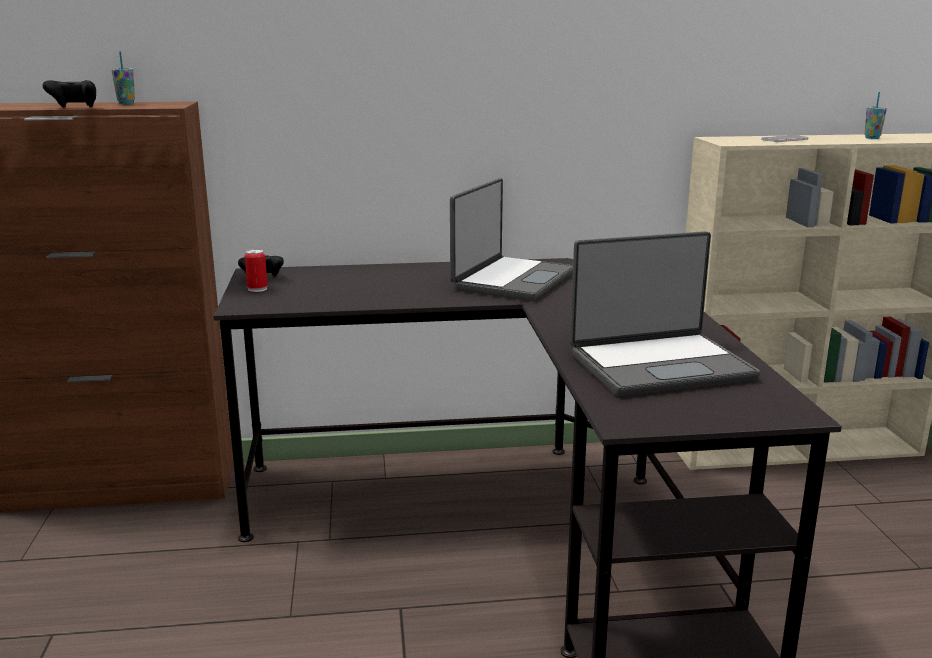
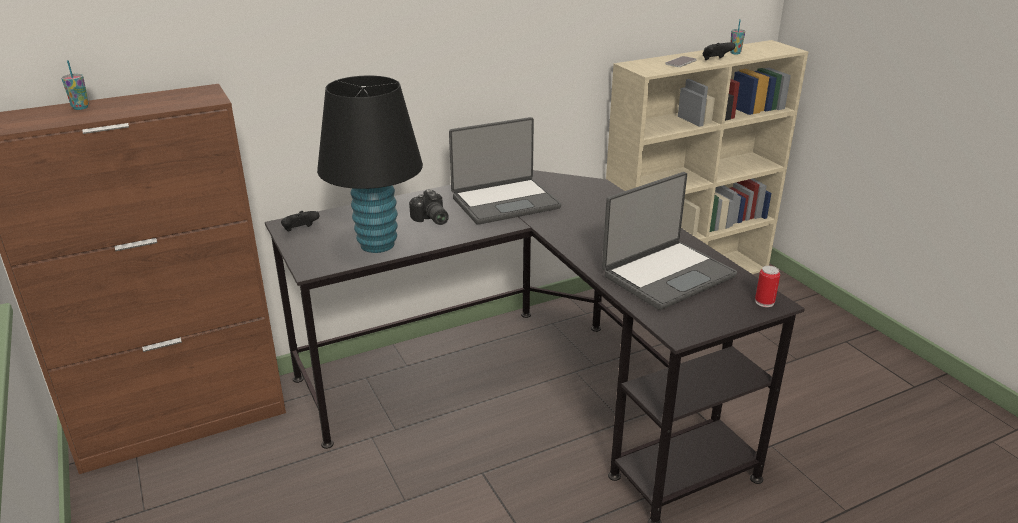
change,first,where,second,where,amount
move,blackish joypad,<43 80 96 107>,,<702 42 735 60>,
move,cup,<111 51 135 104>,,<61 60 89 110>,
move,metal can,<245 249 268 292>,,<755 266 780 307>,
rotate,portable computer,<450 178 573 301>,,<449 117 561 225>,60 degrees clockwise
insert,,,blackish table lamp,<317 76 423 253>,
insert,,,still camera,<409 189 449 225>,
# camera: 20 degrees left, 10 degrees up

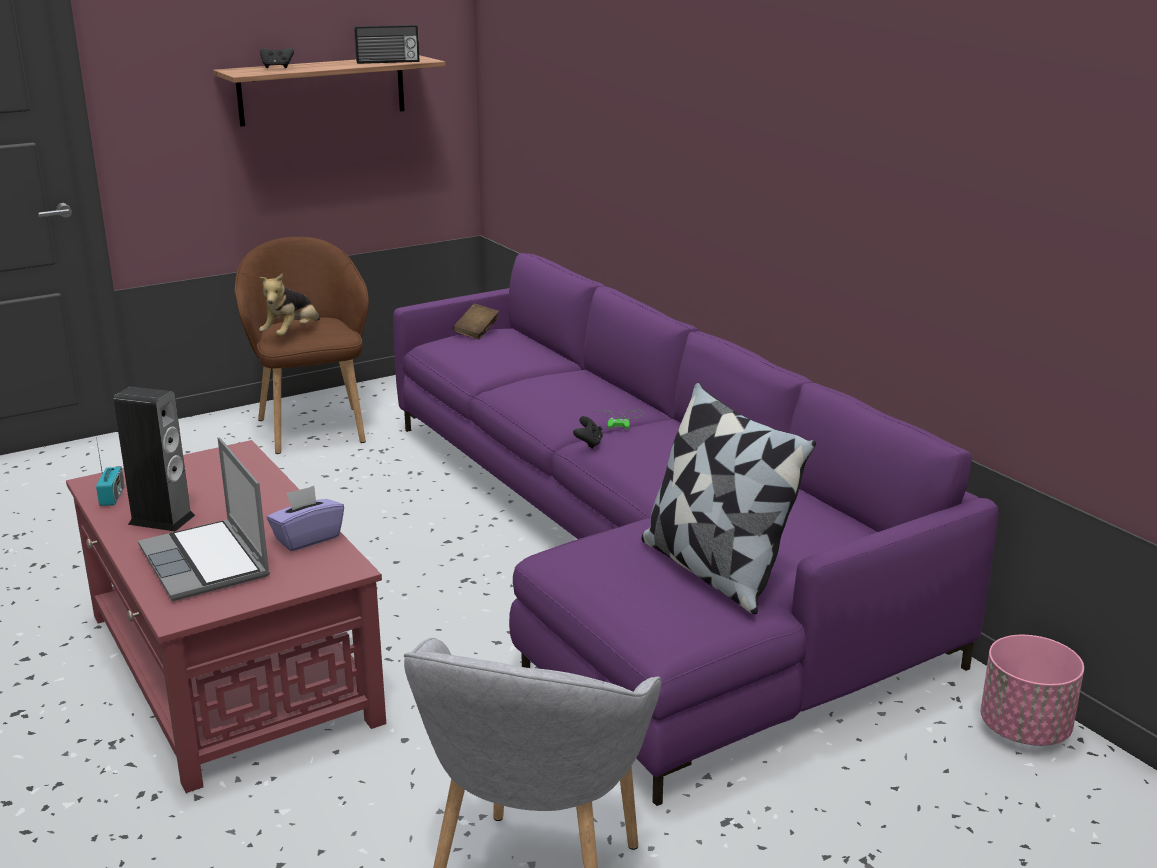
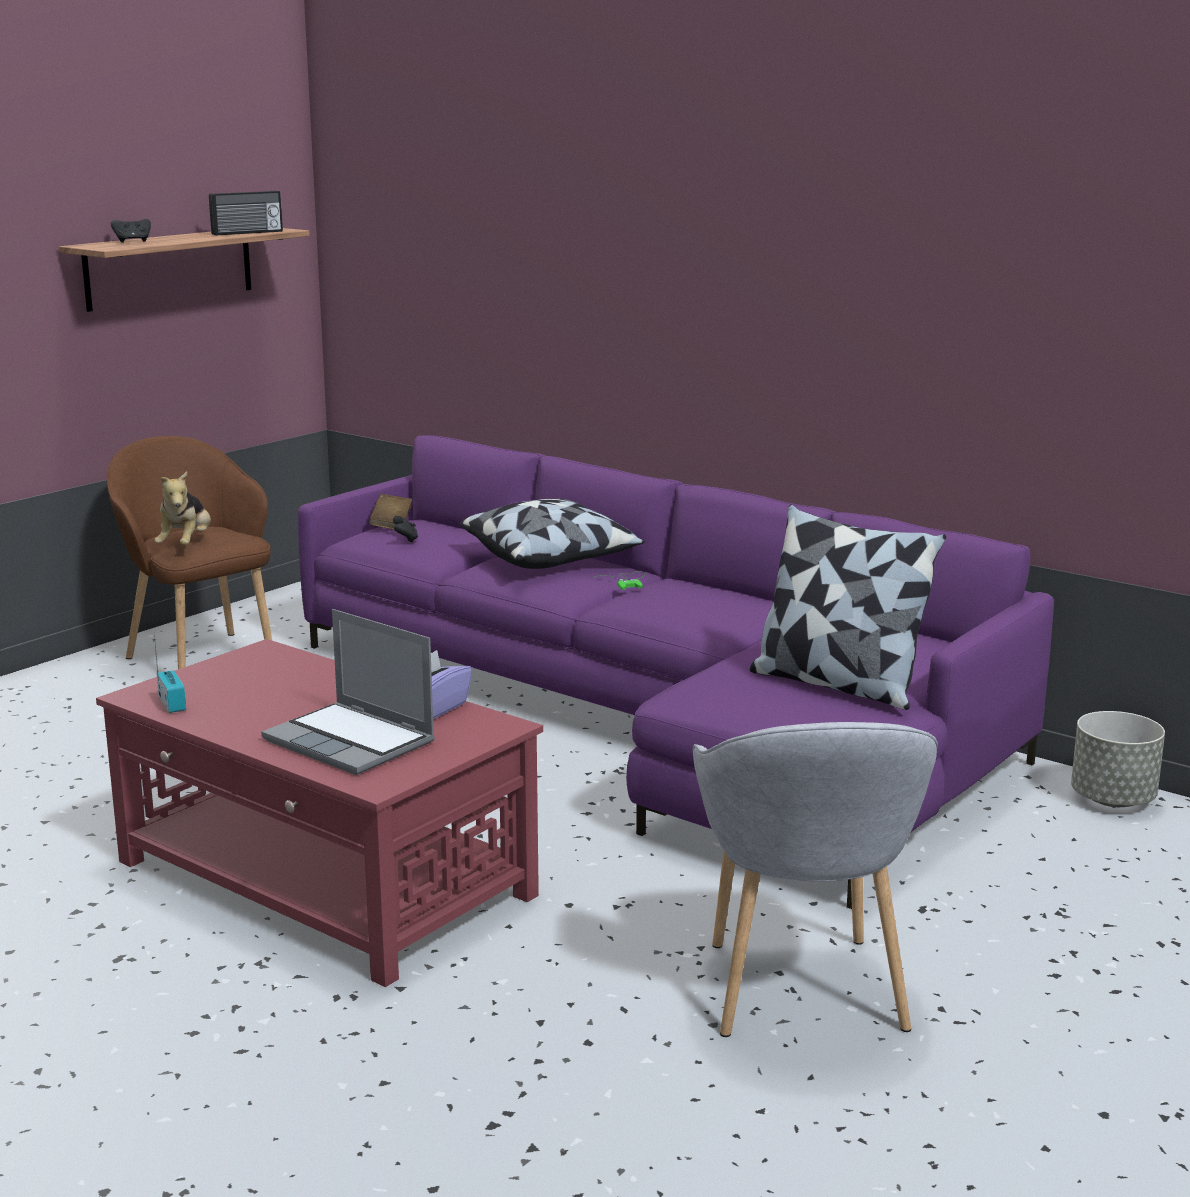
change,first,where,second,where,amount
delete,speaker,<113 386 195 532>,,,
move,blackish joypad,<573 416 603 449>,,<393 516 418 543>,
recolor,pink planter,<981 635 1084 746>,greyish planter,<1071 711 1165 807>,
insert,,,pillow,<460 499 645 569>,
# camera: 20 degrees left, 5 degrees down

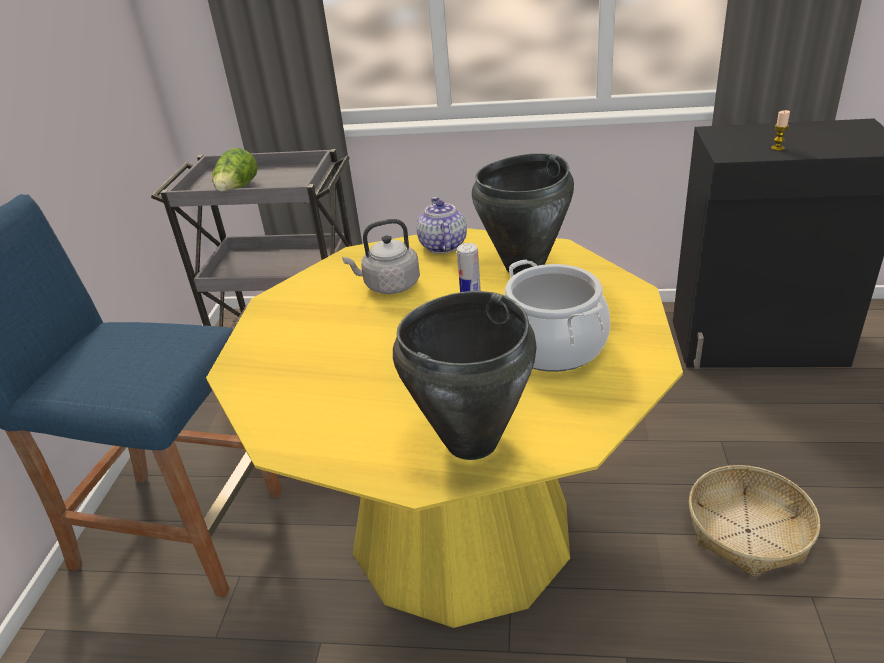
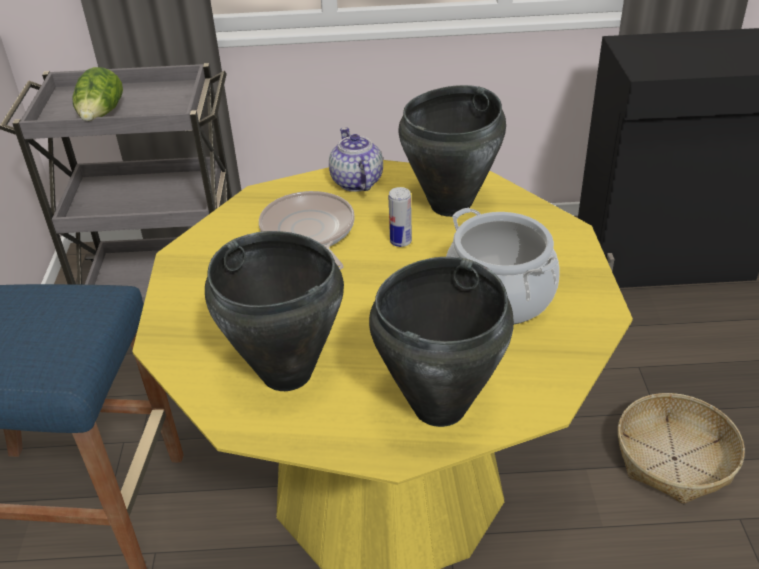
change,first,where,second,where,amount
replace,greyish water kettle,<342 219 420 294>,skillet,<259 191 355 270>,
delete,wax light,<771 110 790 151>,,,
insert,,,blackish cooking pot,<205 231 344 391>,
# camera: 10 degrees left, 5 degrees up

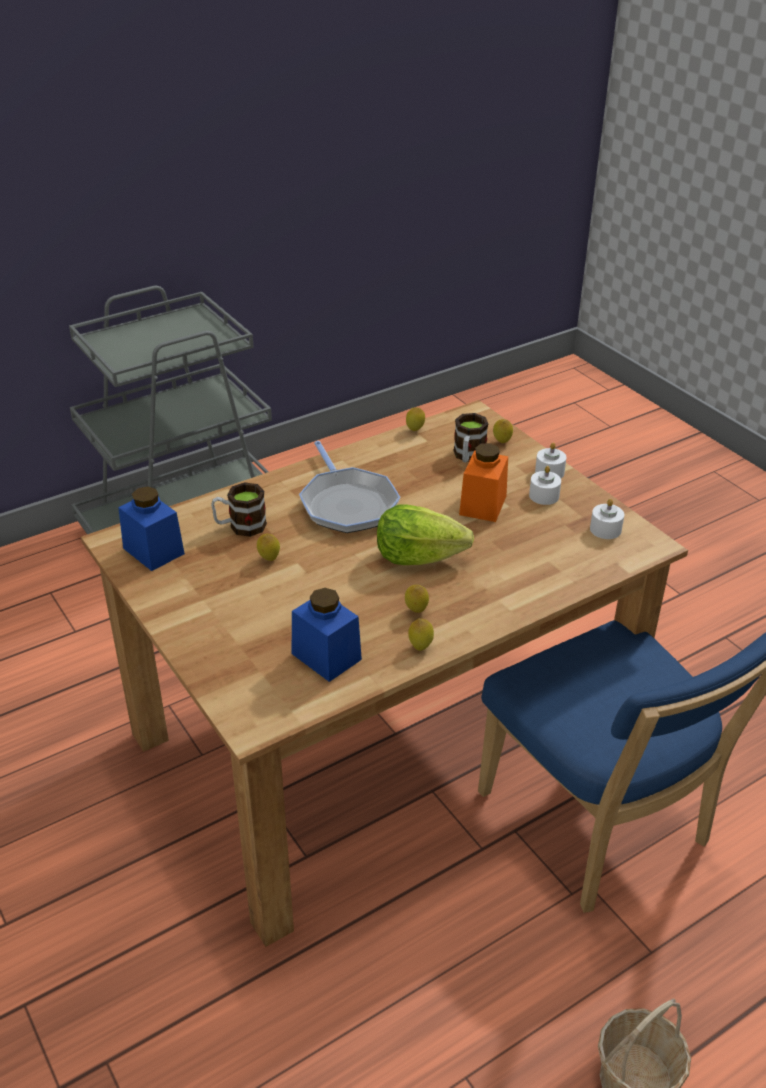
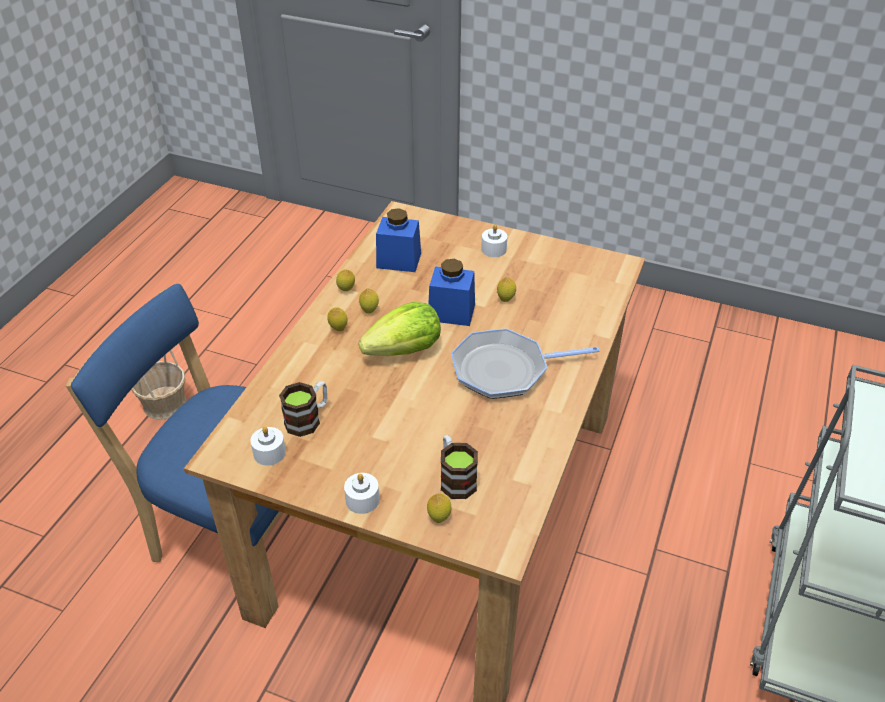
change,first,where,second,where,amount
move,bluish preserve jar,<118 486 185 571>,,<429 259 475 326>,
move,coffee mug,<211 482 267 537>,,<279 381 327 437>,
rotate,skillet,<299 441 400 533>,,<451 328 600 399>,45 degrees counterclockwise
move,lemon,<406 407 425 431>,,<327 307 347 331>,
delete,orange-coloured preserve jar,<459 443 508 522>,,,
move,whitish wax light,<529 466 561 505>,,<481 224 507 257>,
# camera: 145 degrees right, 5 degrees up

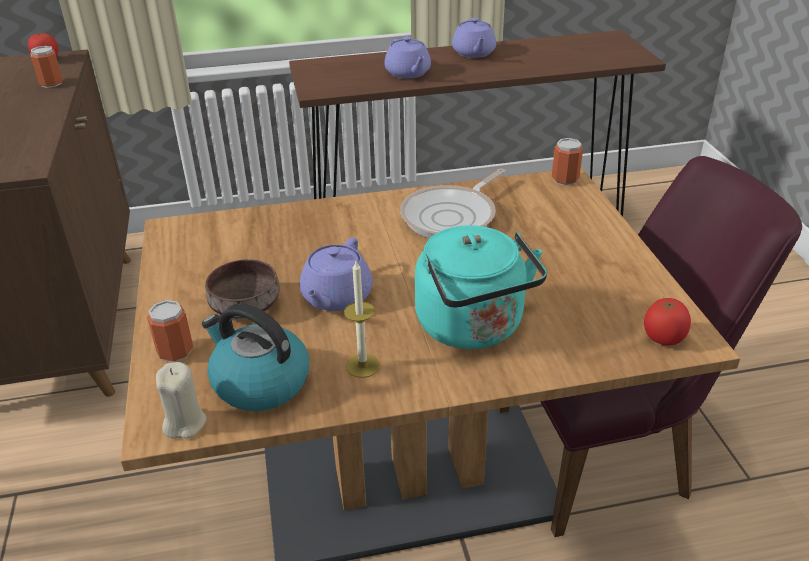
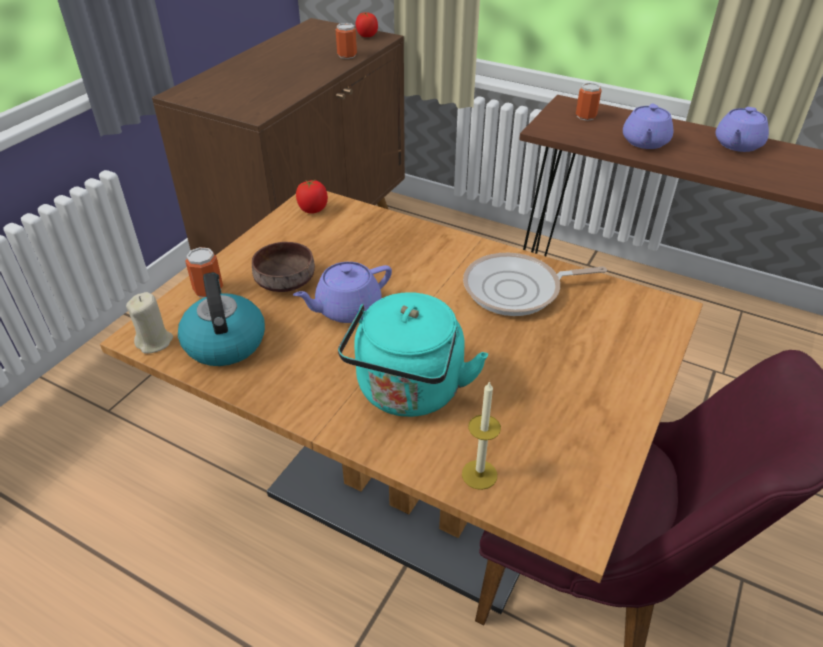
change,first,where,second,where,amount
move,wax light,<344 261 380 378>,,<462 381 501 490>,
move,metal can,<552 138 583 186>,,<576 82 602 121>,
move,fresh tomato,<644 297 691 346>,,<296 179 328 214>,
# camera: 40 degrees right, 5 degrees up

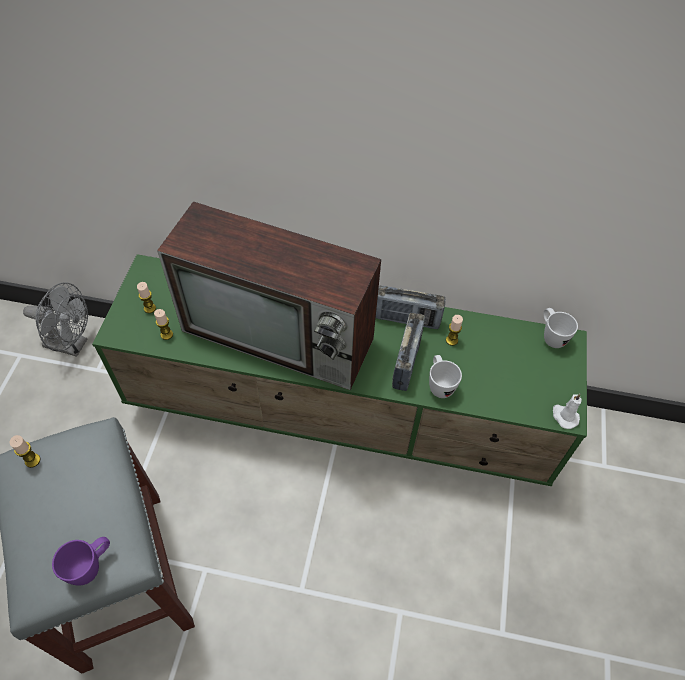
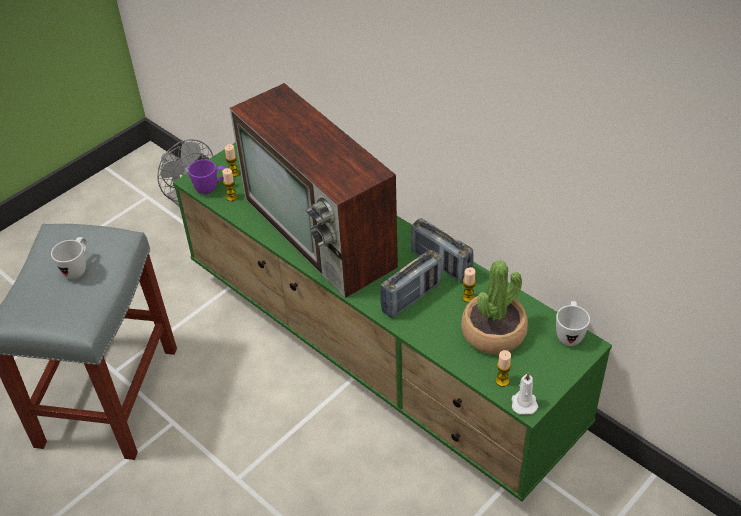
change,first,where,second,where,amount
move,wax light,<10 435 41 468>,,<495 350 512 387>,
move,purplish coffee mug,<52 537 110 586>,,<188 159 226 194>,
move,whitish coffee mug,<429 355 462 398>,,<51 237 87 279>,
insert,,,potted plant,<461 260 528 354>,
# camera: 35 degrees right, 10 degrees down

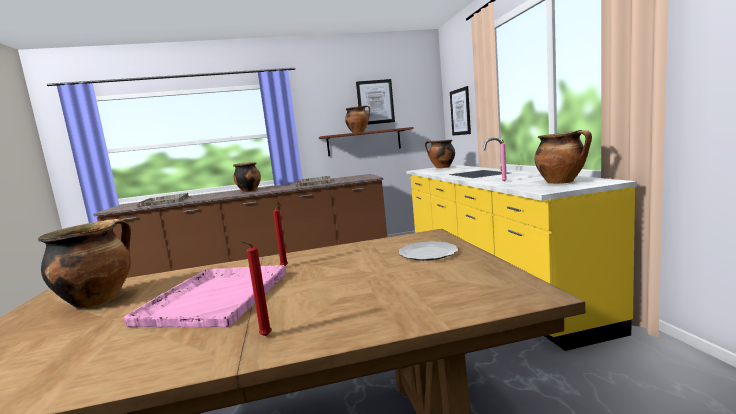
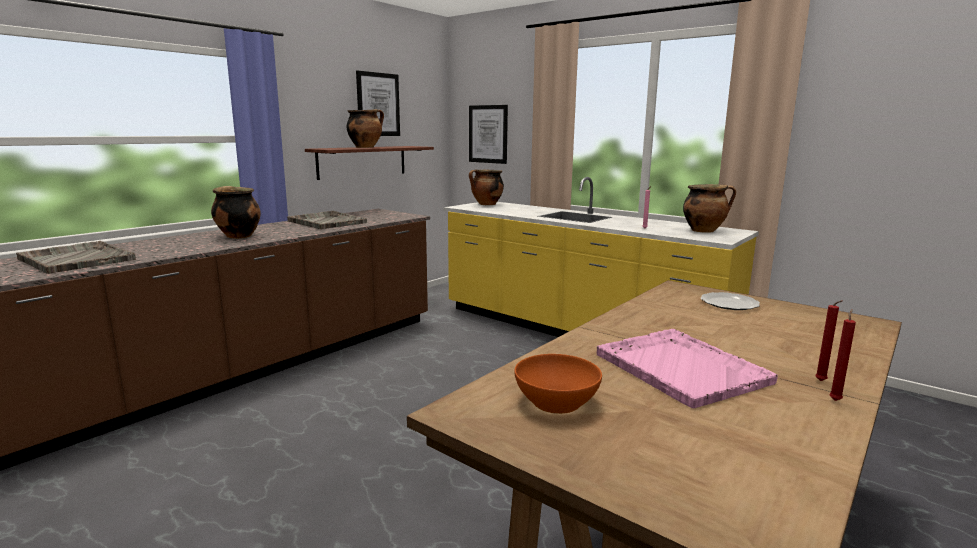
change,first,where,second,where,amount
replace,cooking pot,<38 219 131 309>,orange-coloured bowl,<514 354 602 414>,
move,red wax light,<273 203 288 266>,,<829 309 856 401>,
# camera: 40 degrees left, 5 degrees up

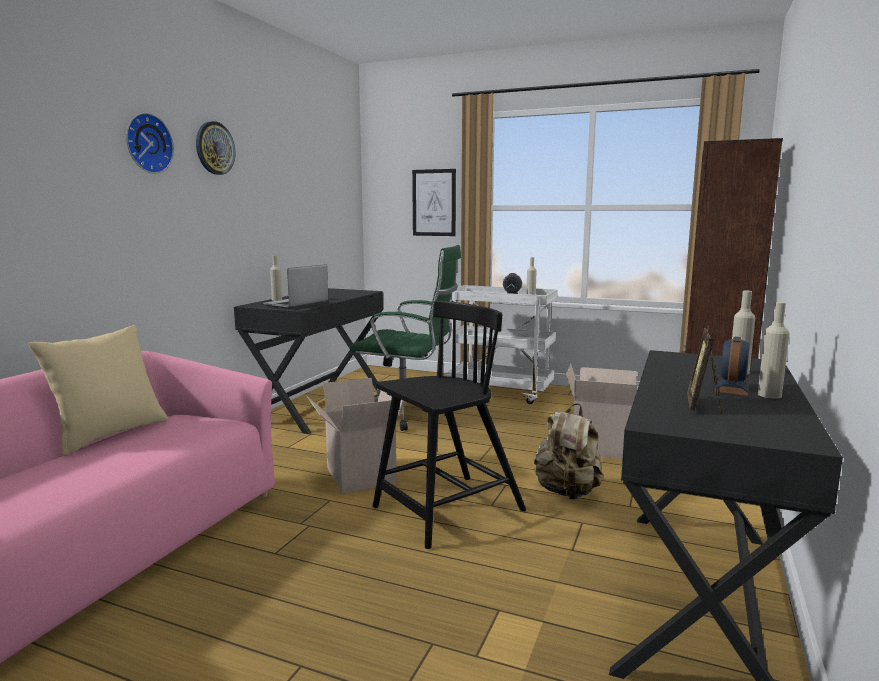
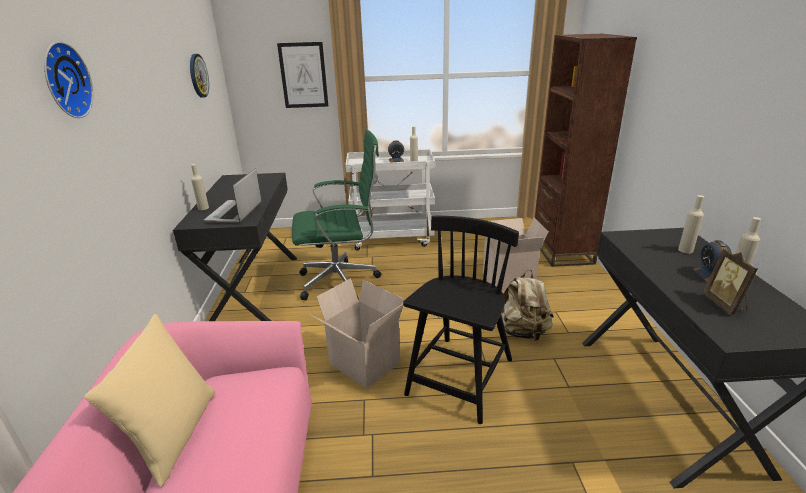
change,first,where,second,where,amount
move,wall clock,<196 121 235 175>,,<190 54 209 98>,
# camera: 25 degrees left, 15 degrees up

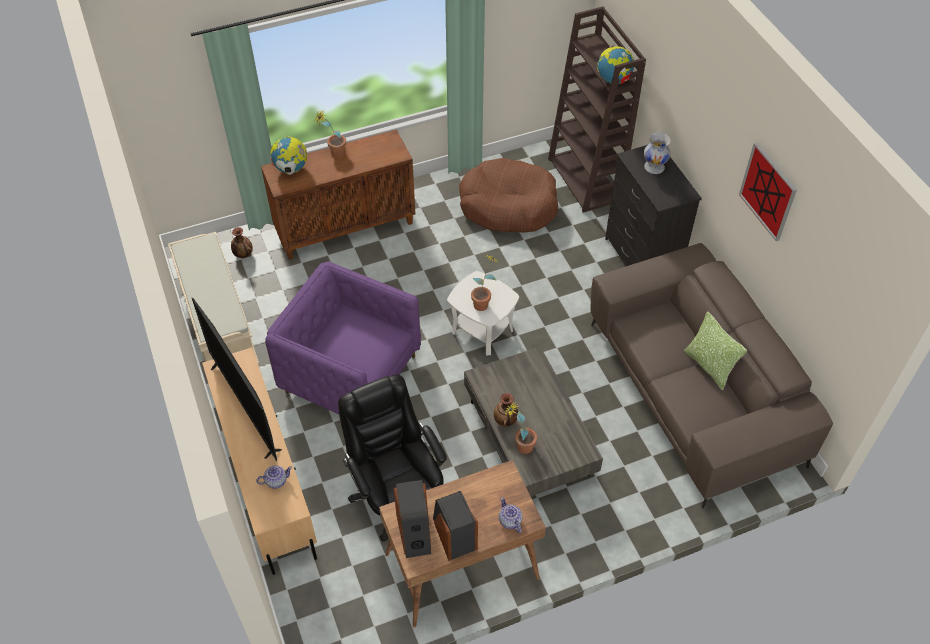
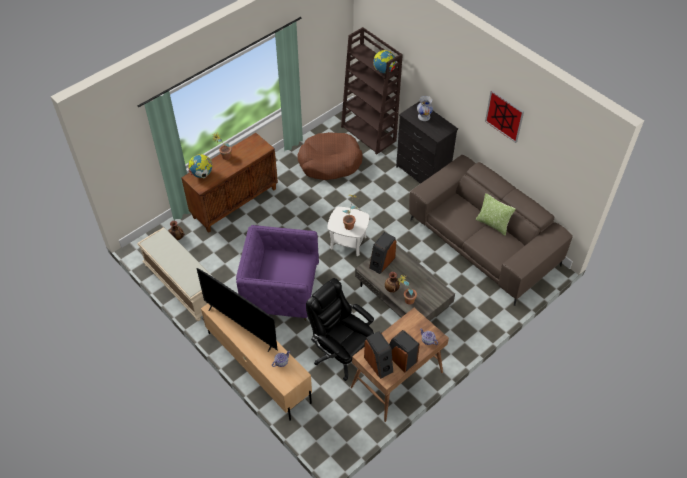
change,first,where,second,where,amount
insert,,,speaker,<369 232 396 274>,
# camera: 20 degrees left, 0 degrees up

